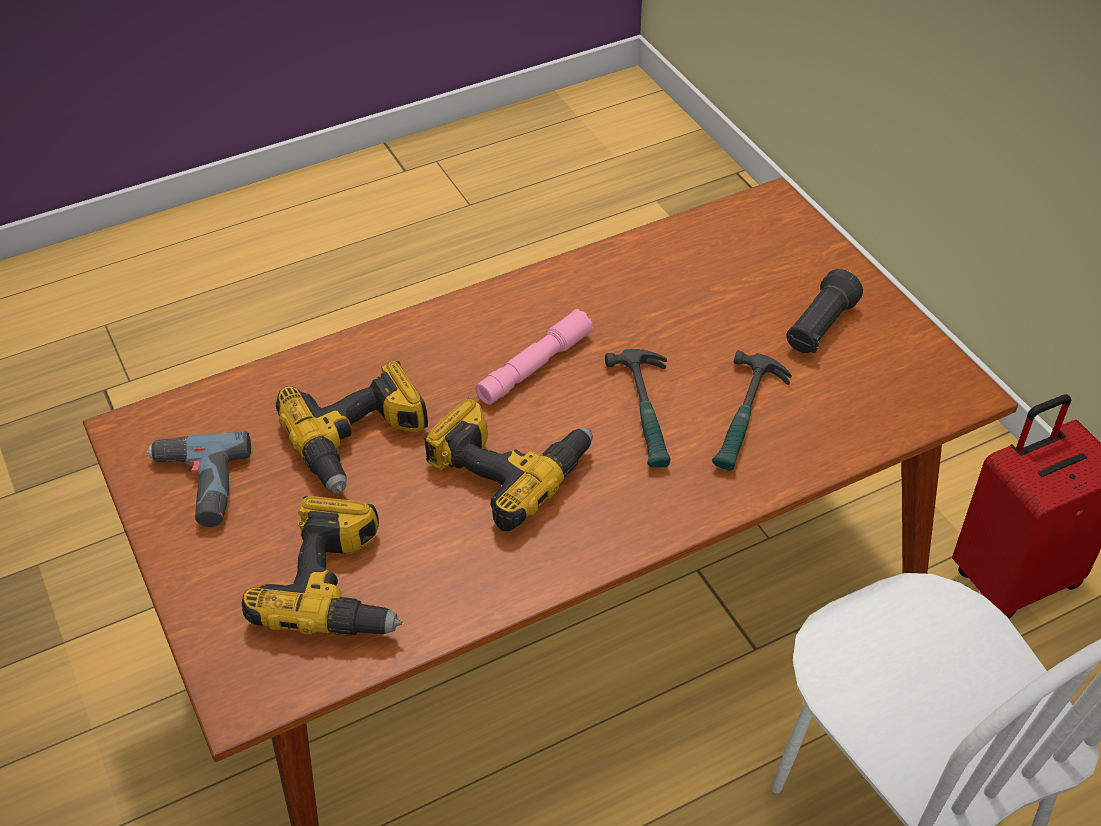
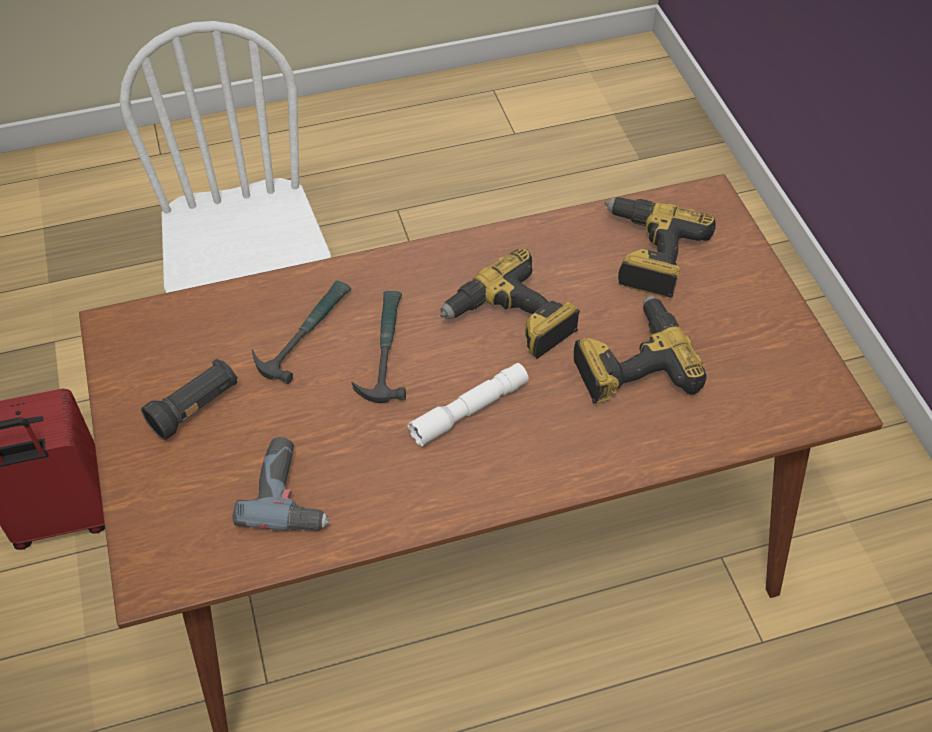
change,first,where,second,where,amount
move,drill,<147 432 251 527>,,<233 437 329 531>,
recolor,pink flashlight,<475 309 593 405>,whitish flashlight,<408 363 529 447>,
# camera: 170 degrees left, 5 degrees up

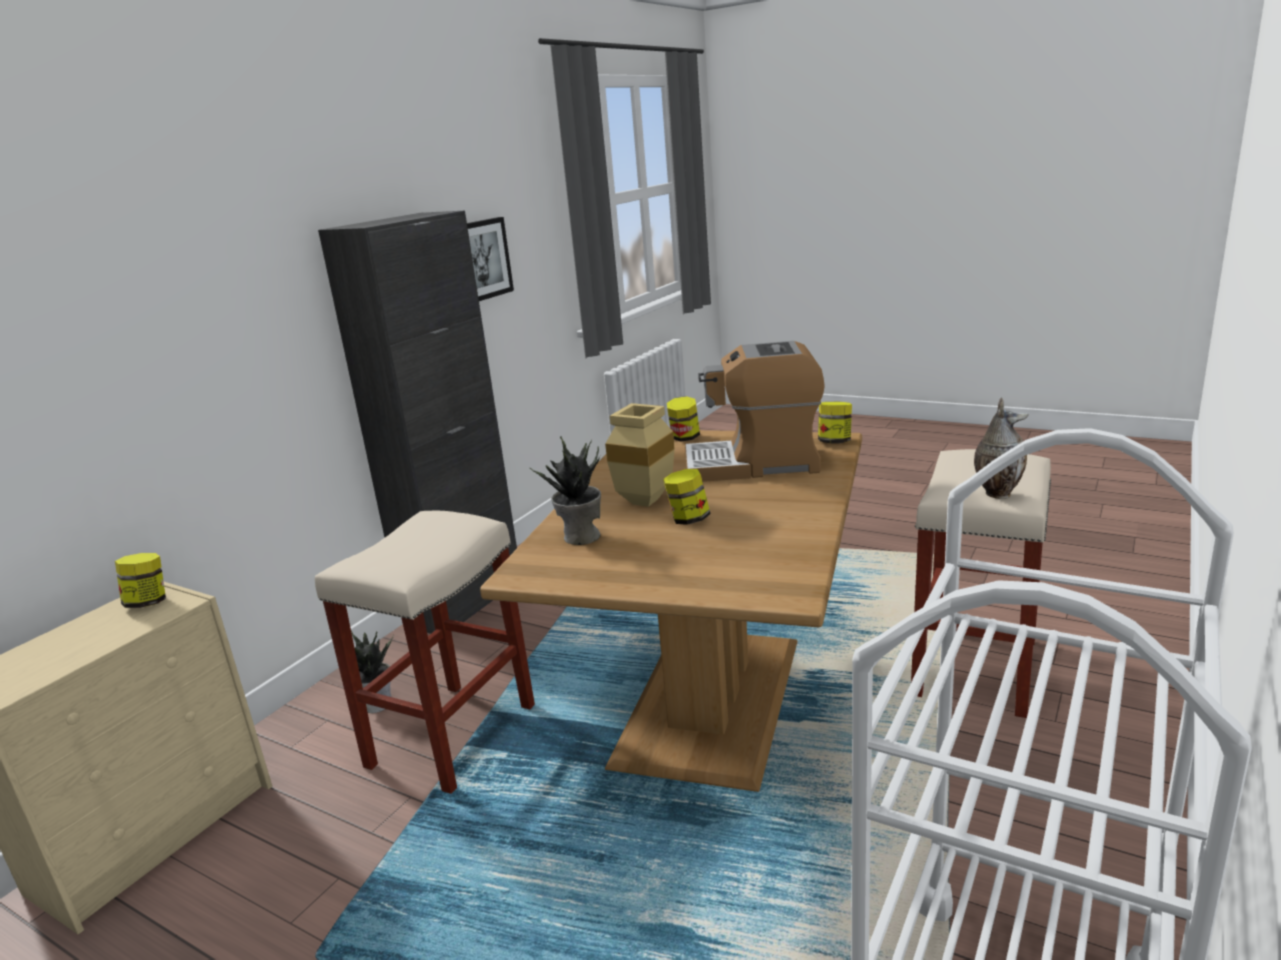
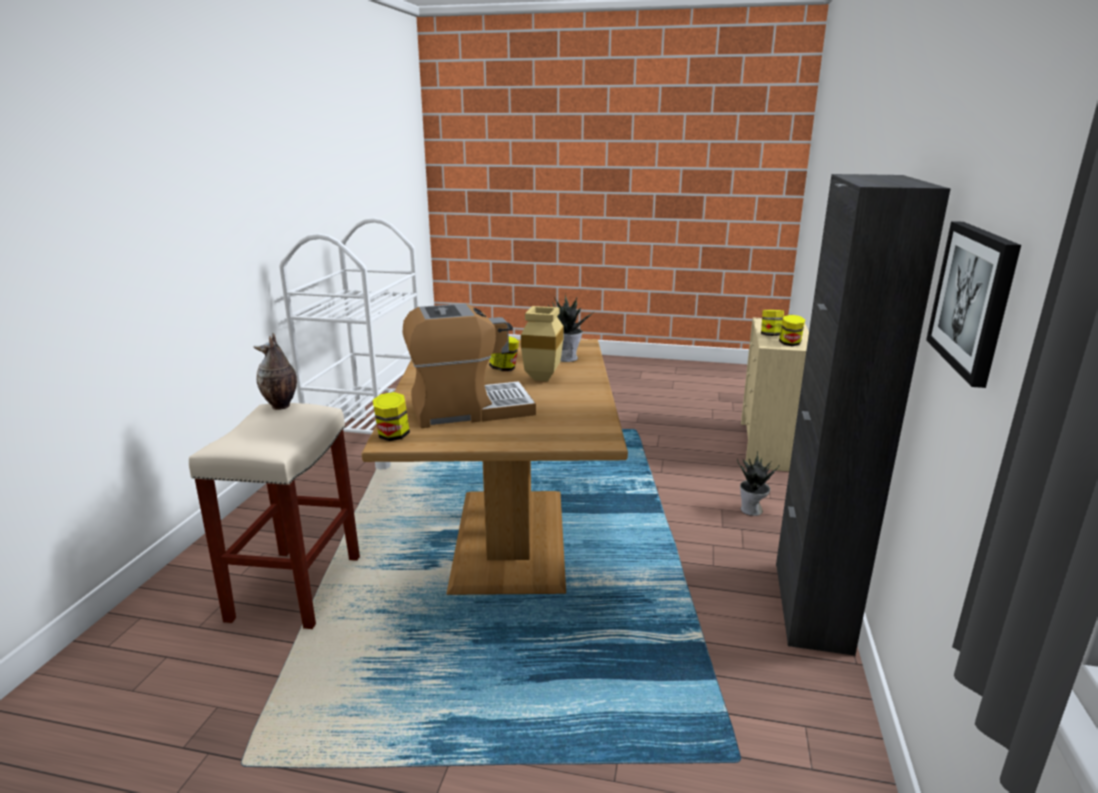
change,first,where,second,where,amount
delete,beige-coloured sitting stool,<315 511 535 794>,,,
move,preserve jar,<667 396 700 442>,,<761 310 784 336>,
# camera: 160 degrees right, 0 degrees up

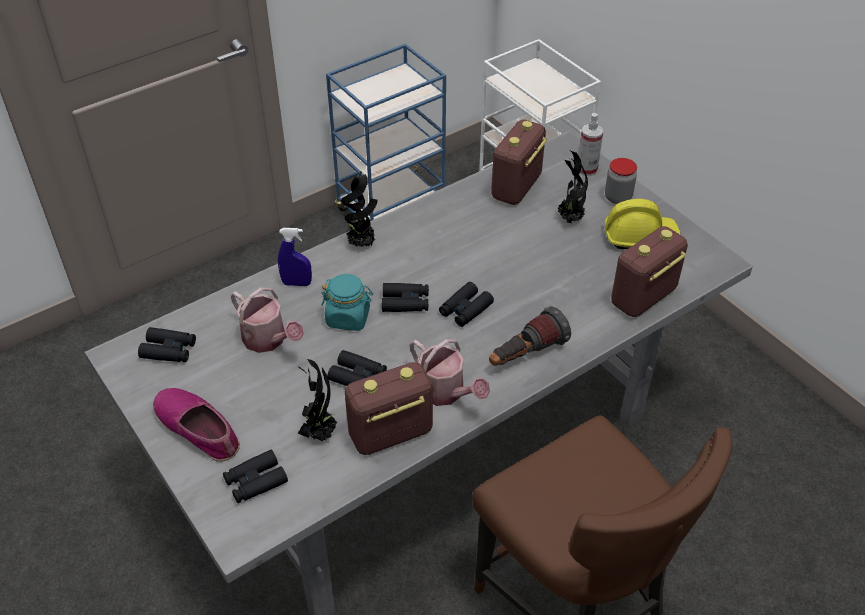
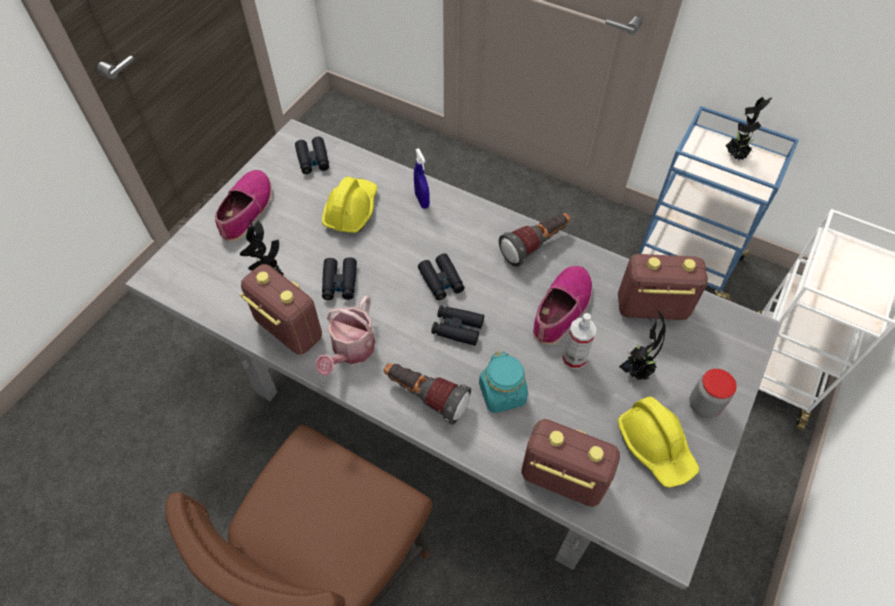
change,first,where,second,where,amount
delete,blackish field glasses,<223 450 288 503>,,,
replace,watering can,<230 287 304 353>,yellowish work helmet,<322 177 377 233>,
move,blue-green preserve jar,<321 274 373 331>,,<479 351 528 413>,
move,potted plant,<341 171 377 247>,,<725 97 772 160>,
move,spray bottle,<578 113 603 176>,,<562 313 596 369>,
insert,,,flashlight,<499 213 571 267>,
insert,,,item of footwear,<533 266 592 345>,
# camera: 65 degrees right, 10 degrees up

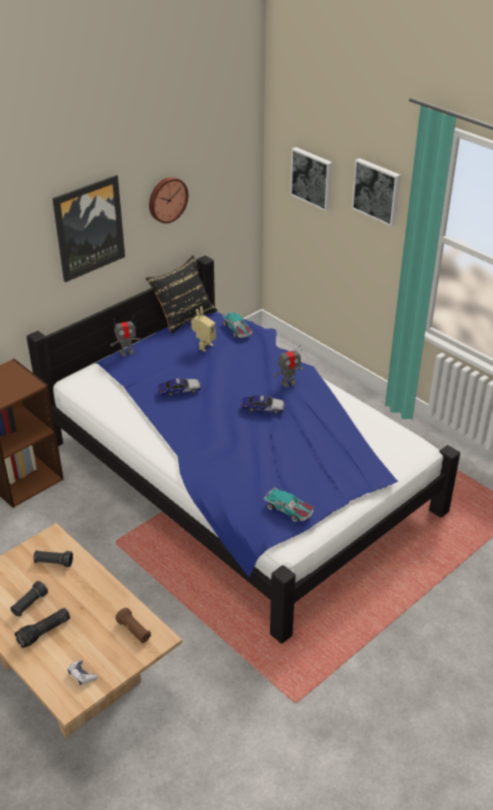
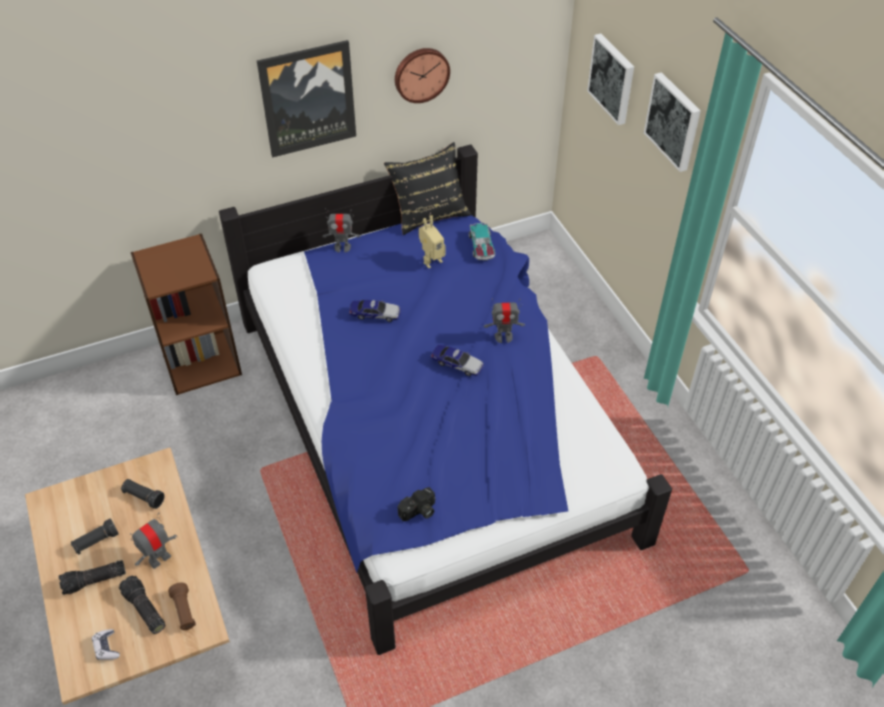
change,first,where,second,where,amount
replace,toy car,<264 487 313 522>,still camera,<398 487 436 521>,
insert,,,flashlight,<119 576 166 634>,
insert,,,toy robot,<130 513 177 569>,
# camera: 20 degrees right, 10 degrees up

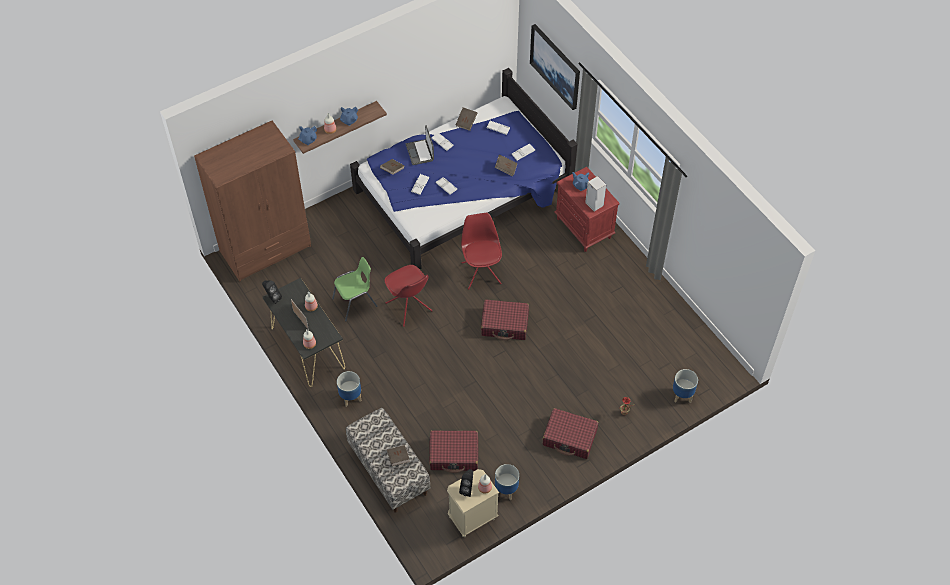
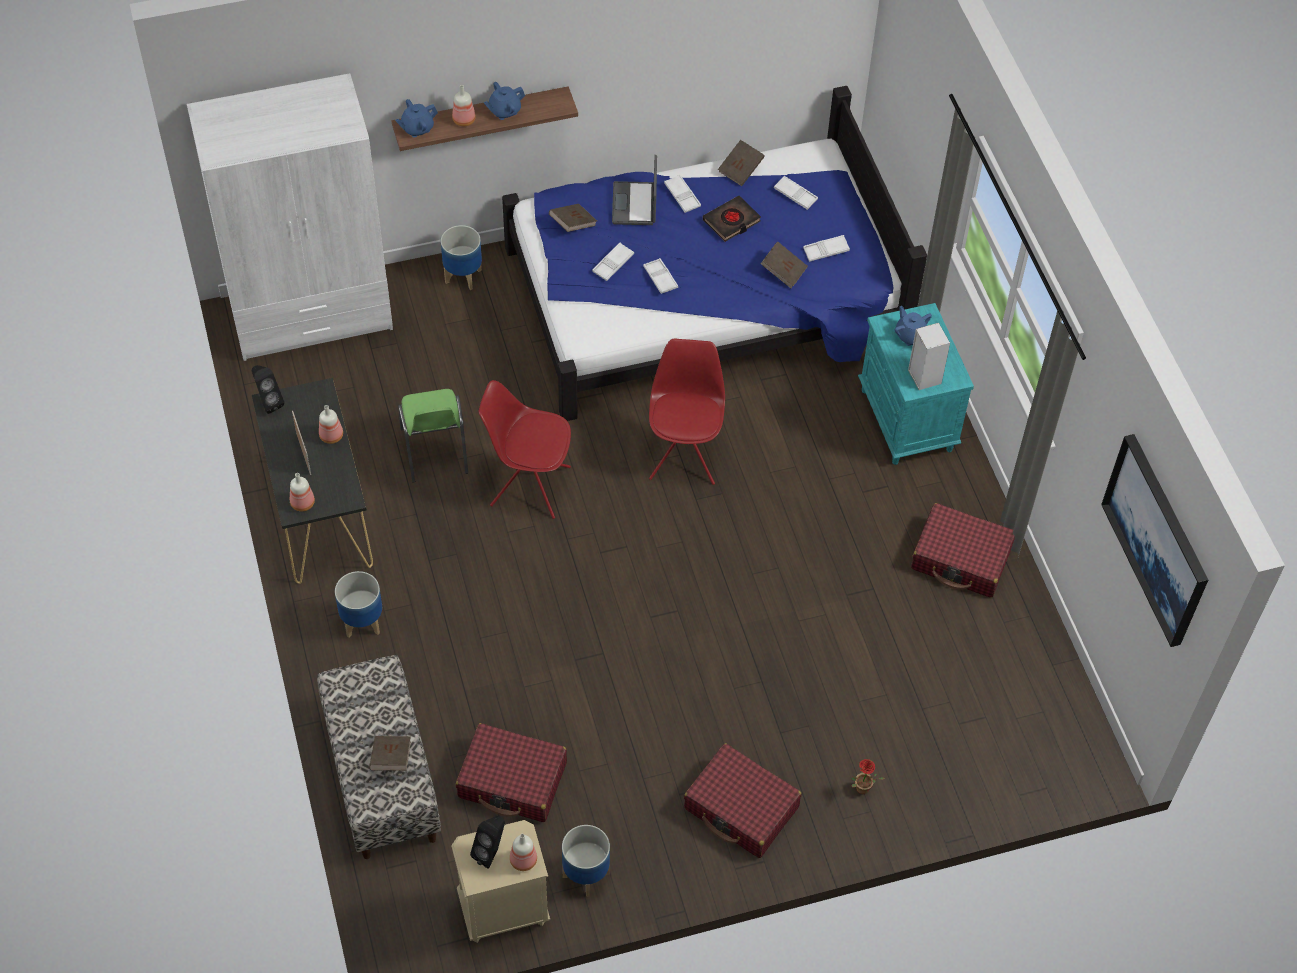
change,first,where,second,where,amount
recolor,brownish armoire,<194 121 311 281>,whitish armoire,<187 73 393 361>,
rotate,greenish chair,<332 257 377 321>,,<398 389 468 483>,90 degrees clockwise
rotate,red chair,<385 265 433 327>,,<479 380 571 519>,120 degrees clockwise
move,red suitcase,<481 299 529 340>,,<911 503 1015 598>,
move,picture,<530 24 580 110>,,<1101 434 1208 647>,
recolor,red night table,<554 167 619 252>,blue-green night table,<858 303 974 465>,
move,planter,<673 369 698 403>,,<441 225 482 290>,
insert,,,blackish bound book,<703 196 761 242>,
# camera: 15 degrees right, 0 degrees up

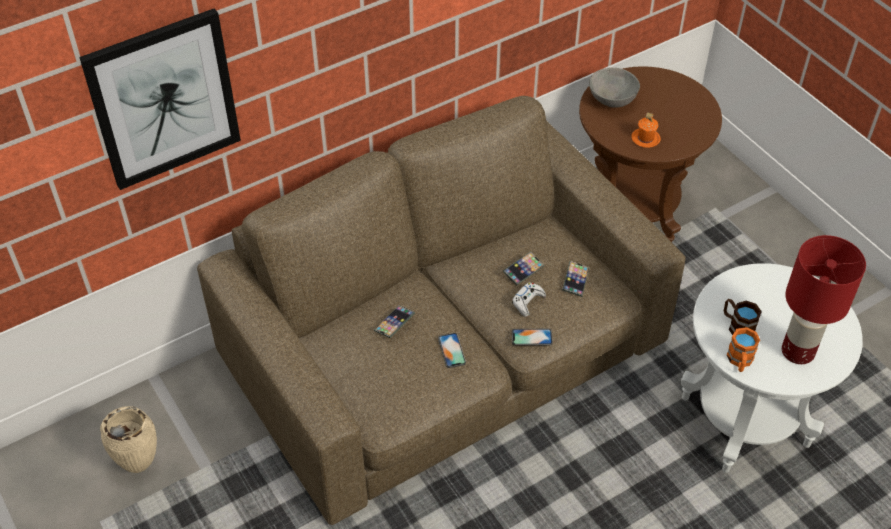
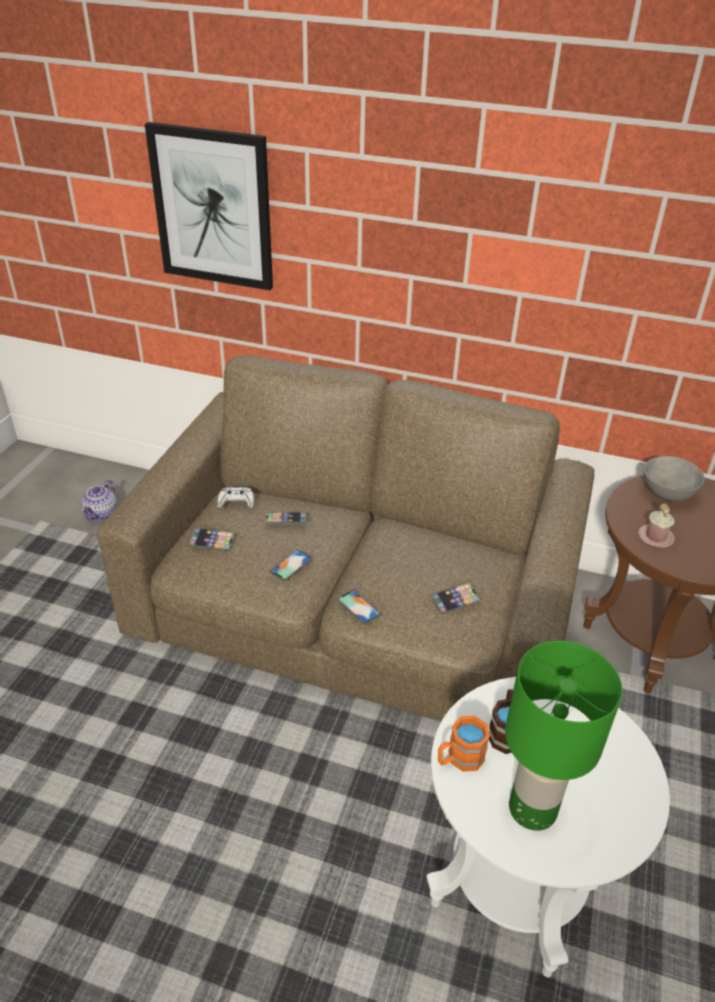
change,first,where,second,where,amount
replace,beige-coloured decorative vase,<100 406 157 473>,tea pot,<81 480 117 520>,
move,handset,<503 252 544 286>,,<189 527 235 551>,
move,whitish joypad,<512 283 546 317>,,<218 487 254 508>,
recolor,orange-coloured coffee mug,<631 113 661 148>,pink coffee mug,<638 504 675 548>,
recolor,red table lamp,<782 235 866 364>,greenish table lamp,<505 641 622 831>,
# camera: 50 degrees right, 10 degrees down

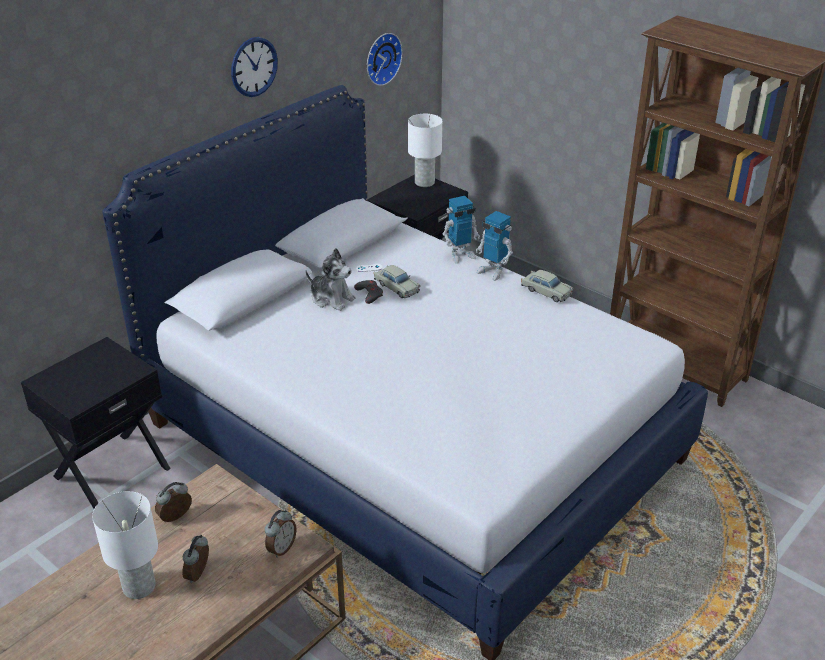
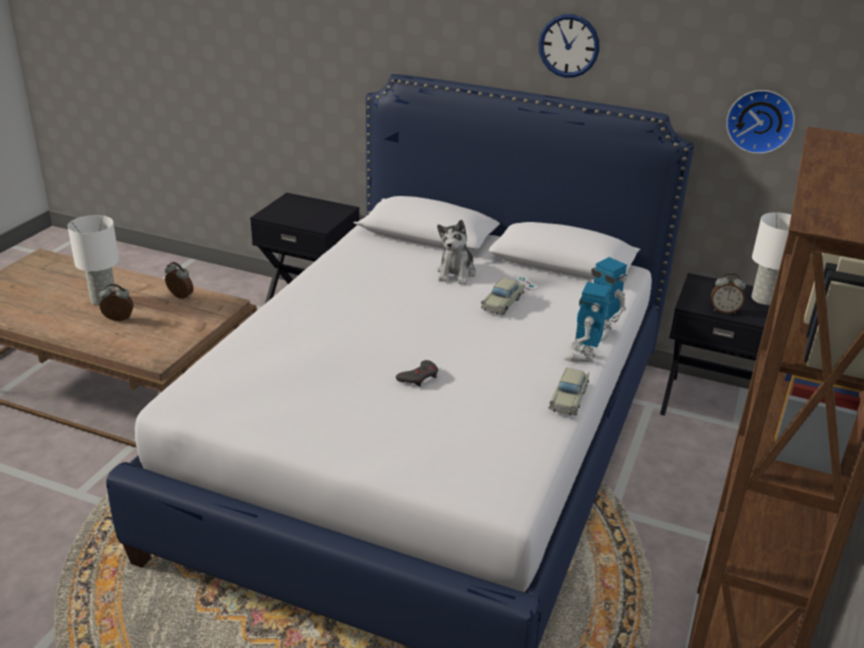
change,first,where,second,where,amount
move,table clock,<265 510 297 558>,,<711 273 746 314>,
move,greyish joypad,<354 280 383 304>,,<396 360 438 387>,
# camera: 70 degrees right, 5 degrees down

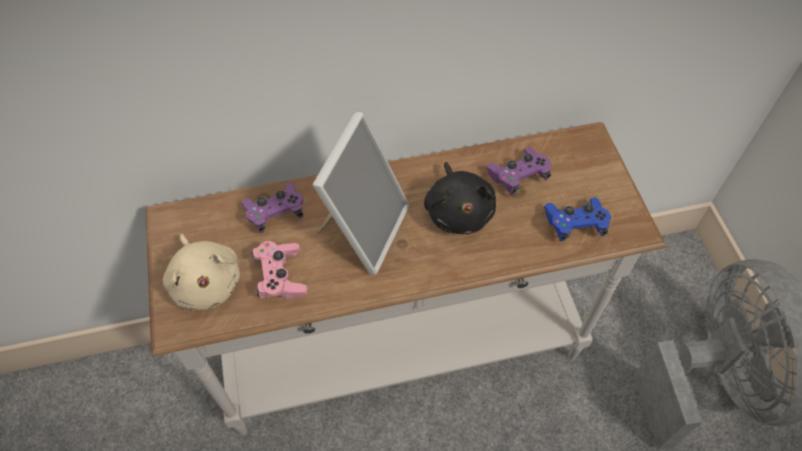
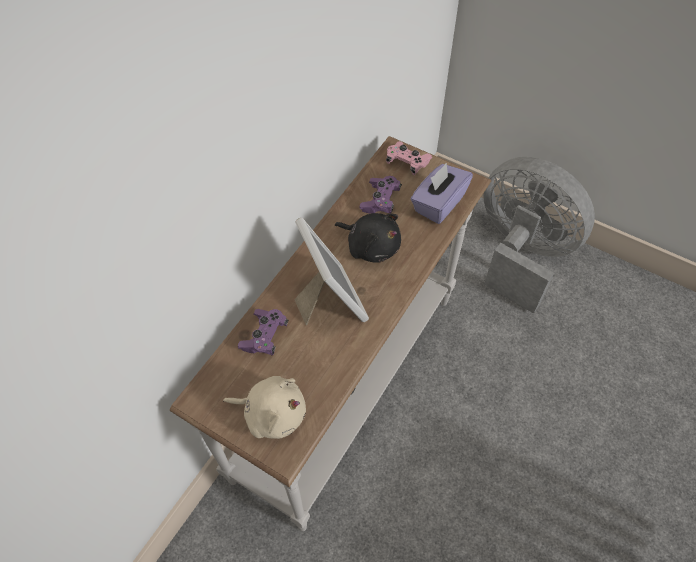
change,first,where,second,where,amount
move,pink joypad,<251 241 307 299>,,<386 141 432 175>,
replace,bluish joypad,<544 198 611 241>,purplish tissue box,<411 163 473 224>,
# camera: 45 degrees left, 0 degrees up

